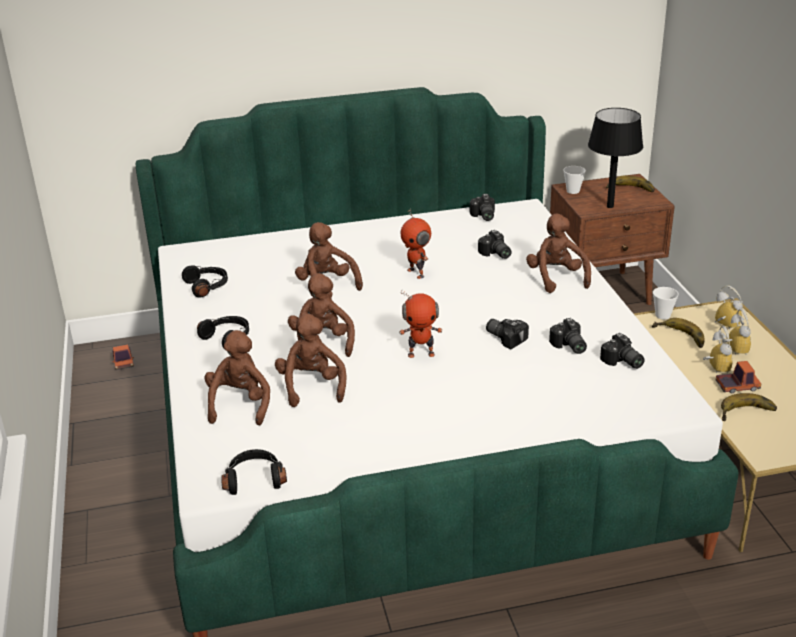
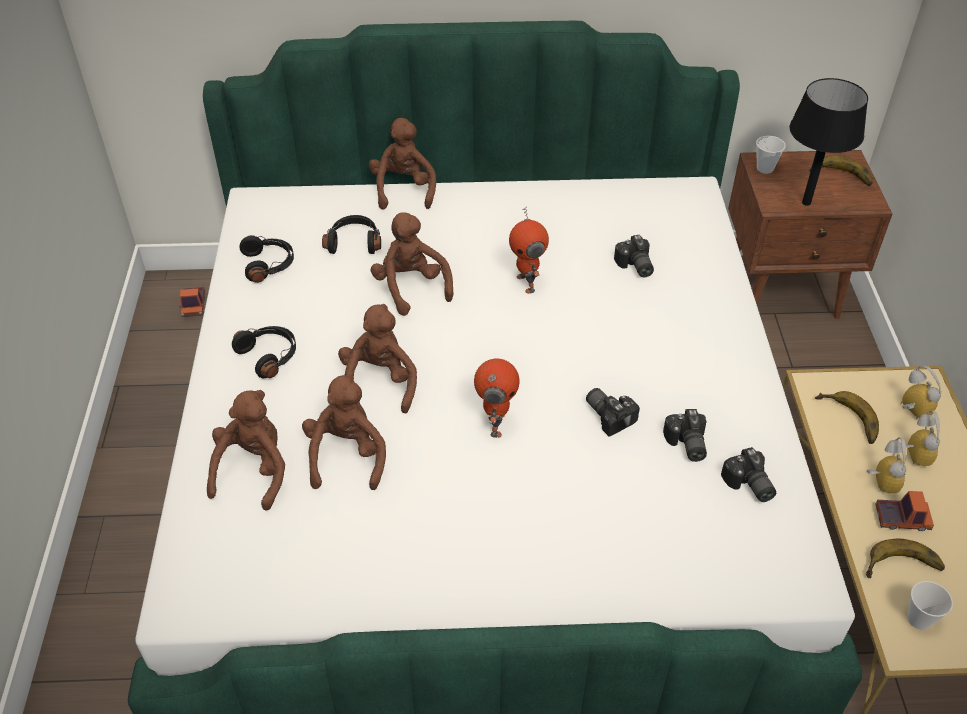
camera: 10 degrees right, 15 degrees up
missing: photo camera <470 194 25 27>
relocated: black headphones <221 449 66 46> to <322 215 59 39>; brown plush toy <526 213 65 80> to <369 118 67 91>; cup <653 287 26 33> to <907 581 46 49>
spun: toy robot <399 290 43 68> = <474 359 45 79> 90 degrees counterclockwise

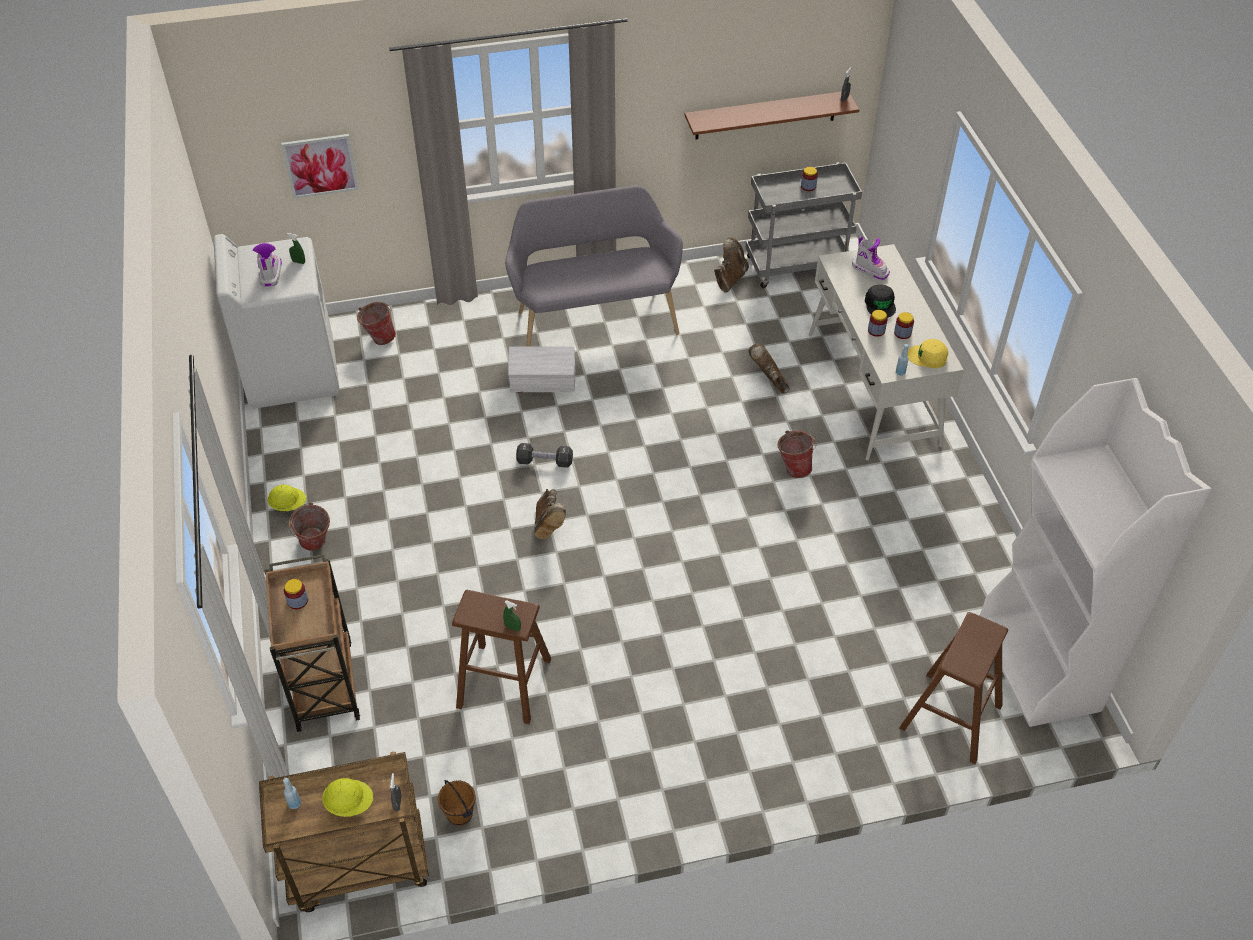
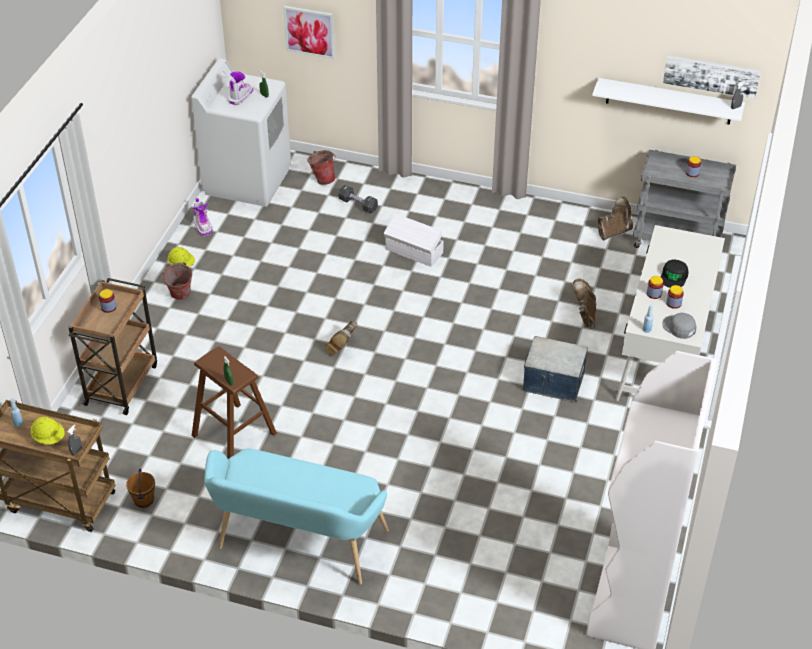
camera: 30 degrees right, 5 degrees down
missing: grey bench <505 185 178 162>; brown stool <899 612 109 152>
appeared: turquoise bench <204 448 185 137>; picture <663 55 98 44>
relocated: boot <852 236 38 44> to <193 198 19 38>; black dumbbell <516 443 57 25> to <338 185 40 28>
exchanged: bucket <777 430 40 48> to storage box <523 336 65 66>
colour: brown shelf <685 92 174 48> to white shelf <592 78 153 47>; yellow cap <907 339 41 29> to grey cap <662 313 34 26>

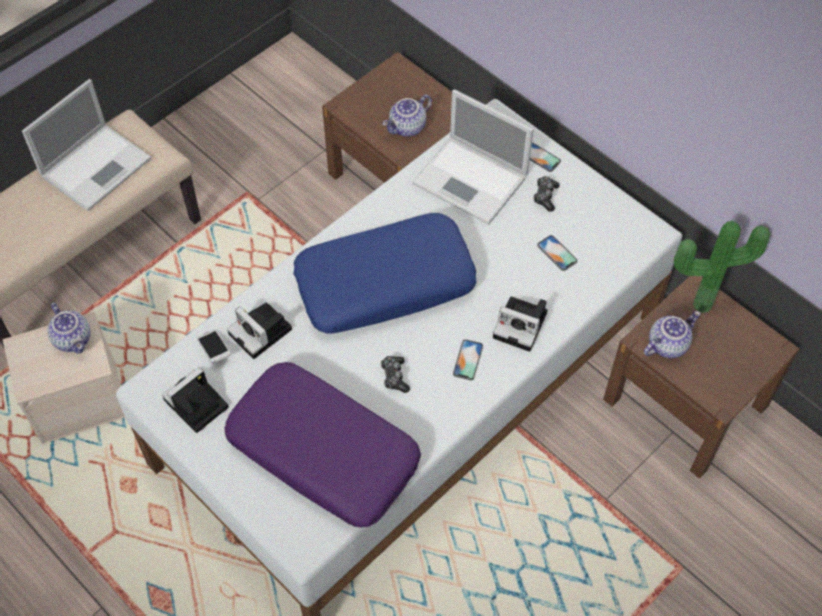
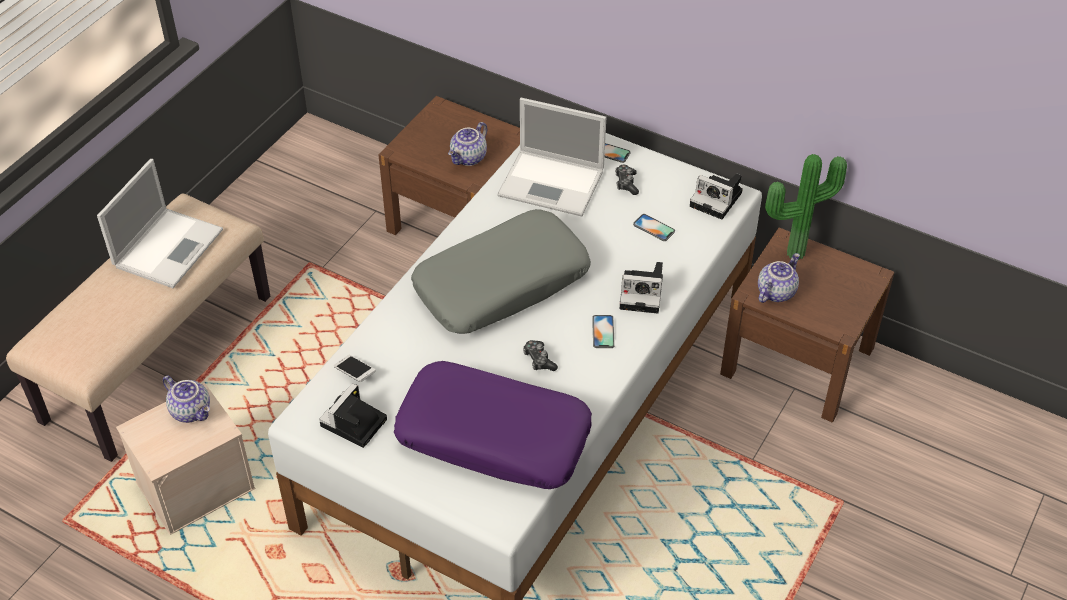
camera: 15 degrees left, 10 degrees down
relocated: photo camera <227 302 65 57> to <690 174 53 46>
colour: blue pillow <293 213 184 121> to grey pillow <411 209 180 125>

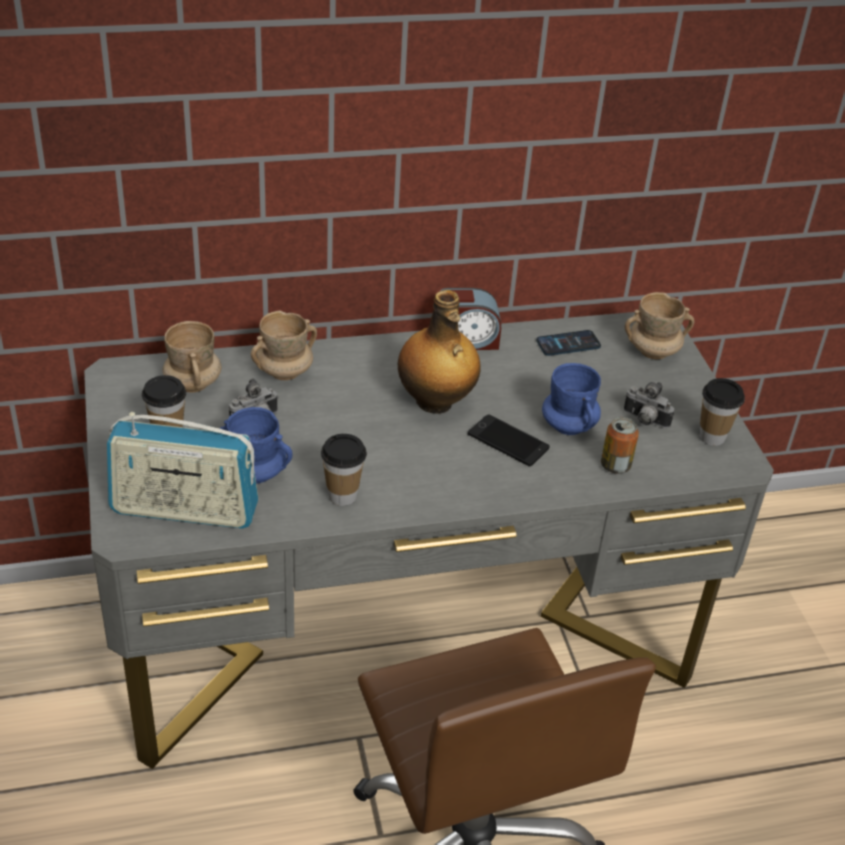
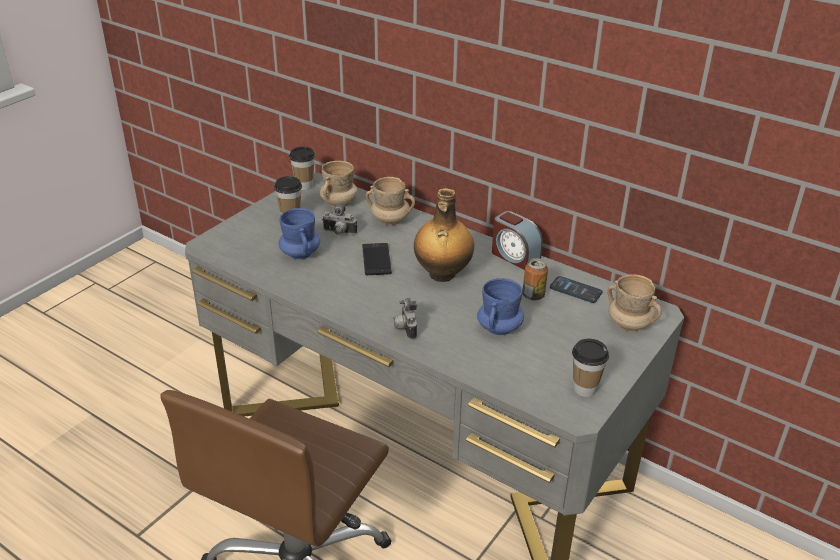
camera: 50 degrees right, 5 degrees down
missing: radio <107 412 151 117>
relocated: cup <321 434 46 72> to <289 147 26 43>; phone <468 414 82 52> to <362 243 30 32>; photo camera <624 382 50 46> to <394 298 23 42>; can <601 417 38 57> to <522 258 26 43>

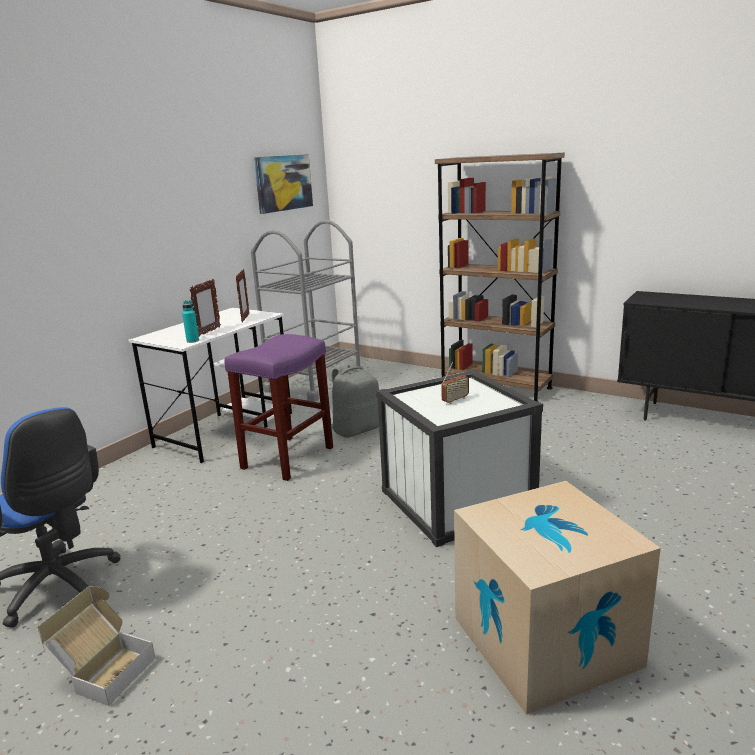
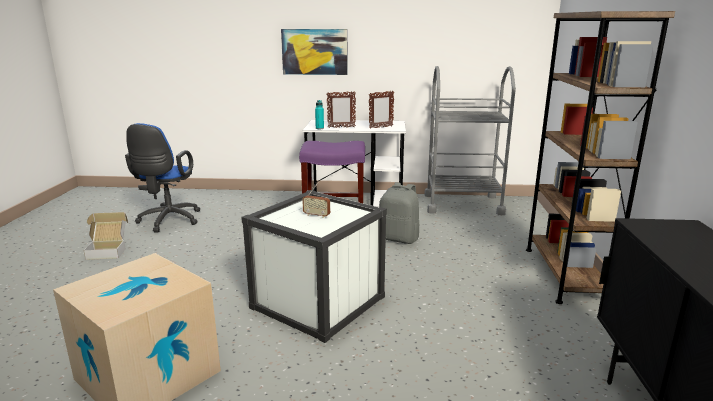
camera: 60 degrees right, 0 degrees up
relocated: picture <254 154 59 60> to <281 29 67 46>

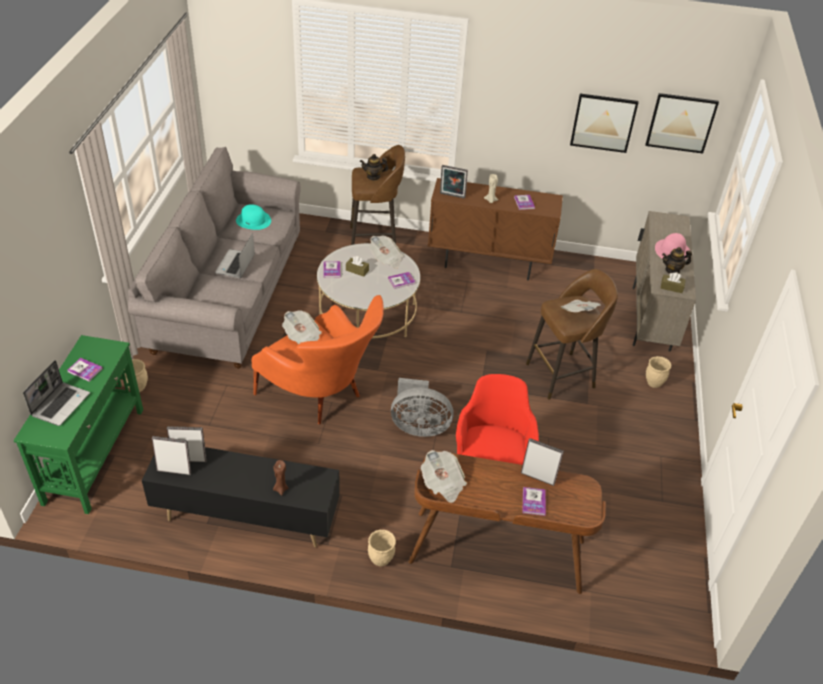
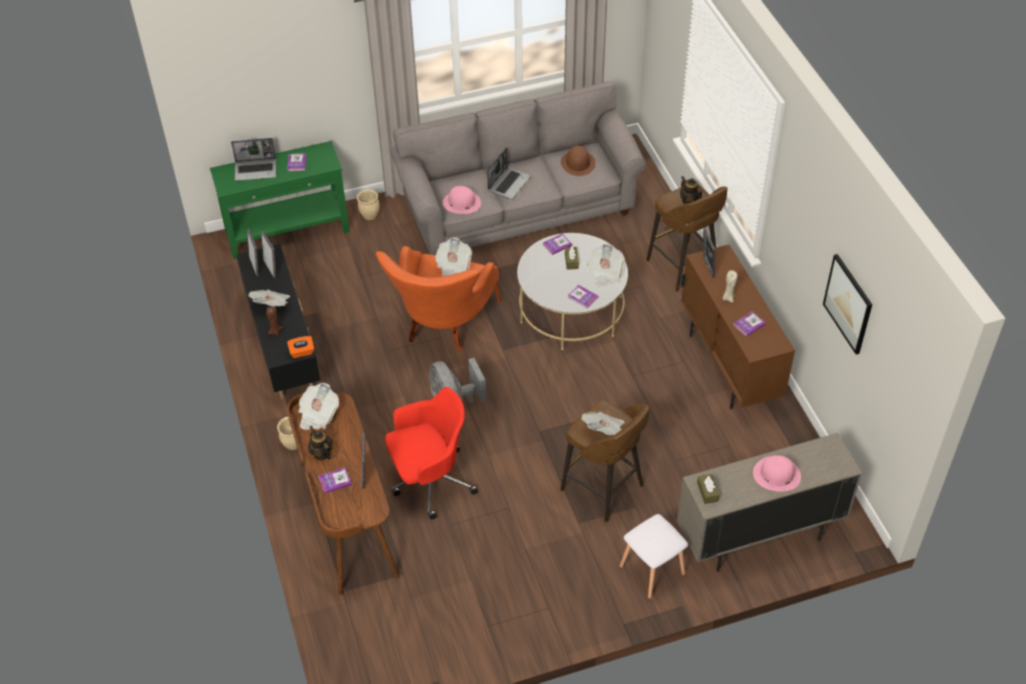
camera: 65 degrees right, 5 degrees up
missing: picture <645 93 74 61>
appeared: newspaper <248 290 42 16>; orange tissue box <287 336 27 22>; pink hat <443 186 38 28>
relocated: teapot <662 247 30 27> to <308 426 25 34>
exchanged: beige planter <646 356 26 32> to white stool <620 514 68 85>
colour: turquoise hat <236 204 35 26> to brown hat <561 146 35 30>
spun: laptop <215 233 40 45> = <487 147 44 52> 135 degrees clockwise

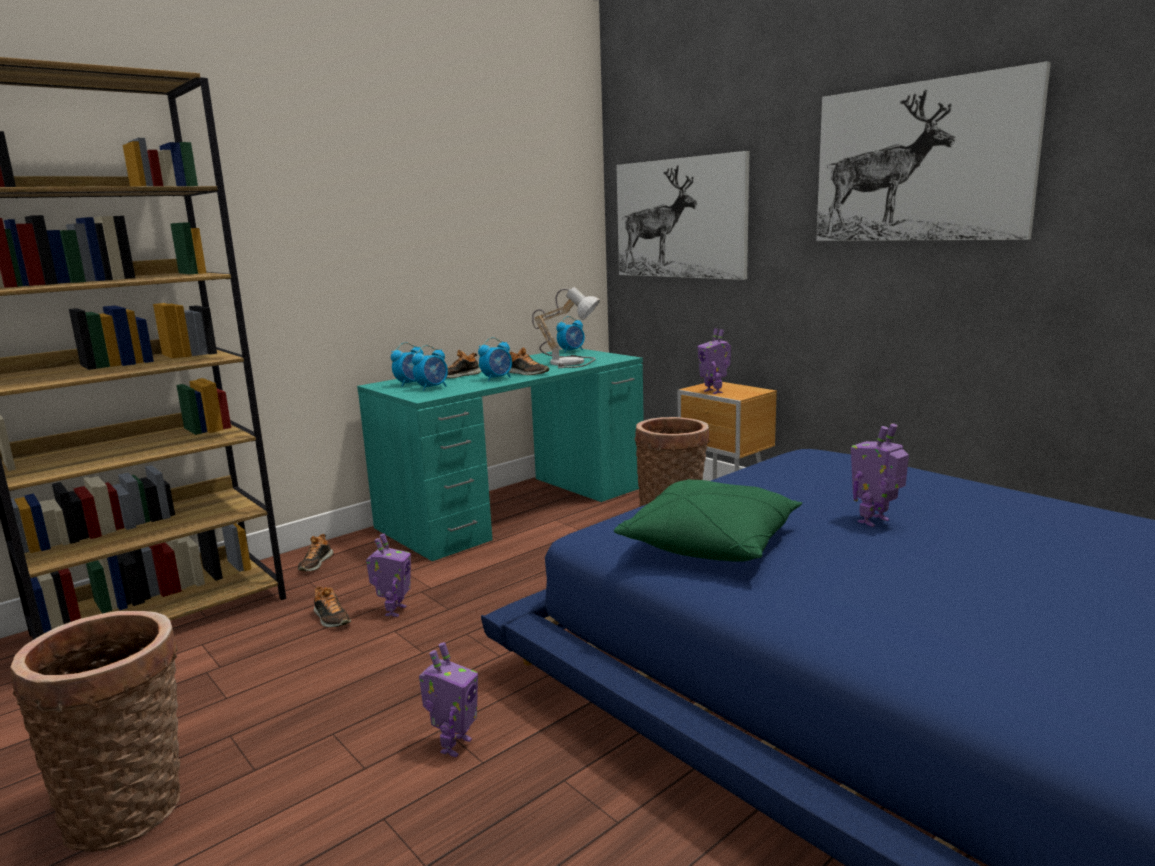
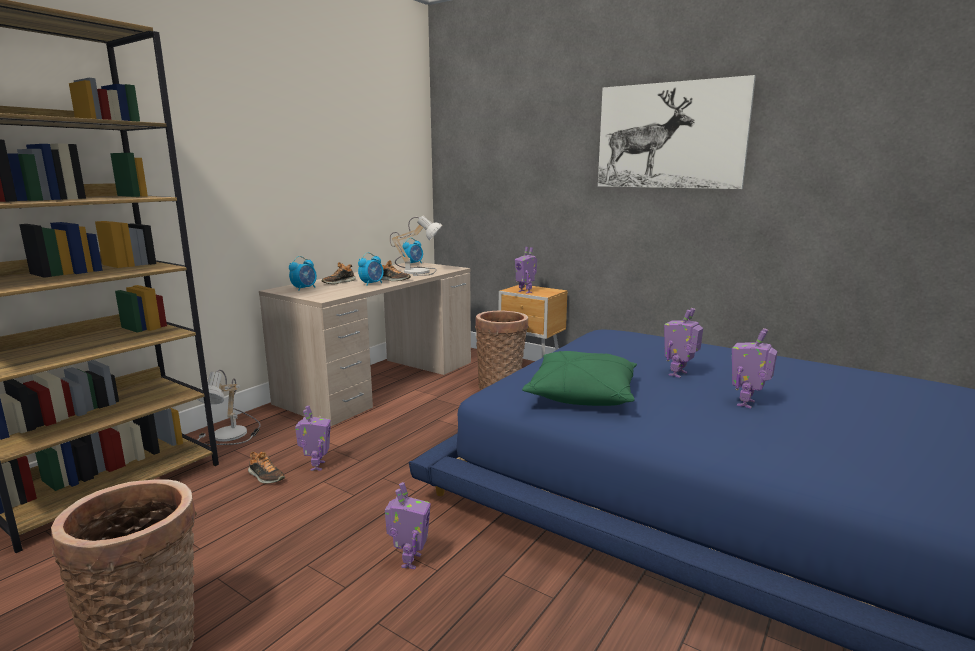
camera: 15 degrees left, 0 degrees up
missing: alarm clock <412 345 36 46>; picture <616 151 134 129>
appeared: toy robot <732 328 46 80>
exchanged: shoe <298 534 35 37> to table lamp <197 370 64 75>
colour: turquoise desk <357 348 287 213> to beige desk <259 262 212 164>

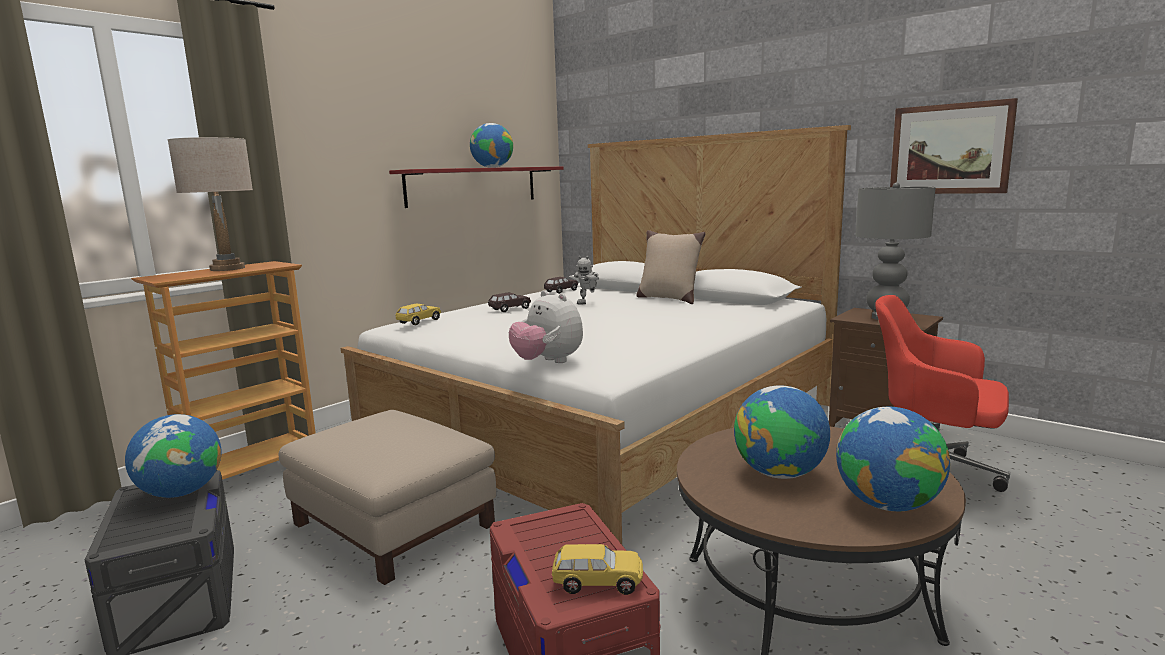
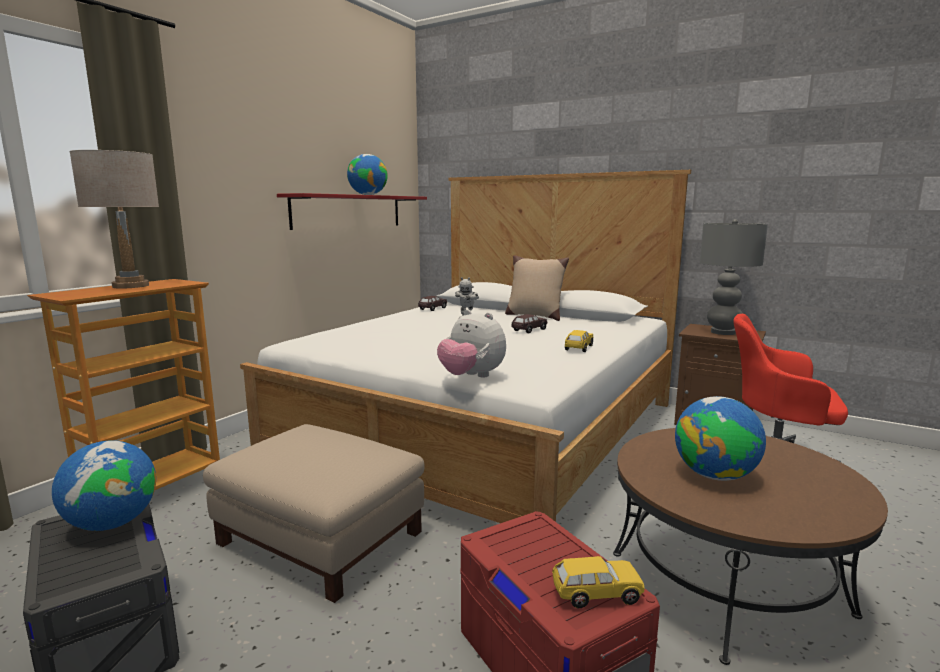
camera: 10 degrees left, 0 degrees up
missing: globe <836 406 114 105>; picture <890 98 128 96>
relocated: brown toy car <488 293 43 19> to <512 314 35 19>; yellow toy car <395 304 46 21> to <565 330 28 22>

